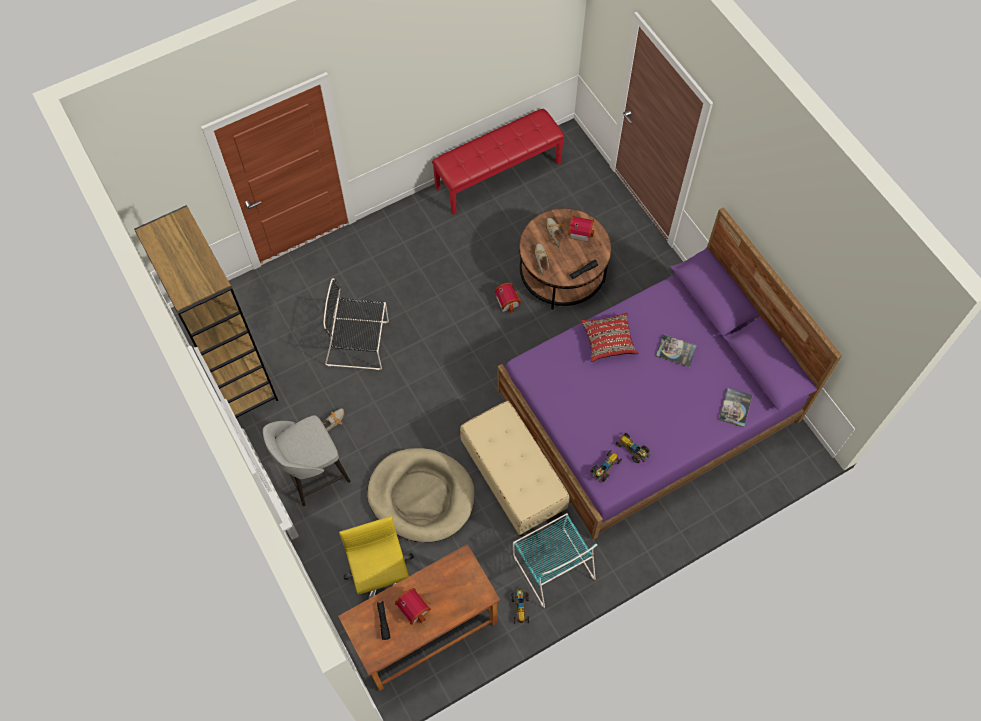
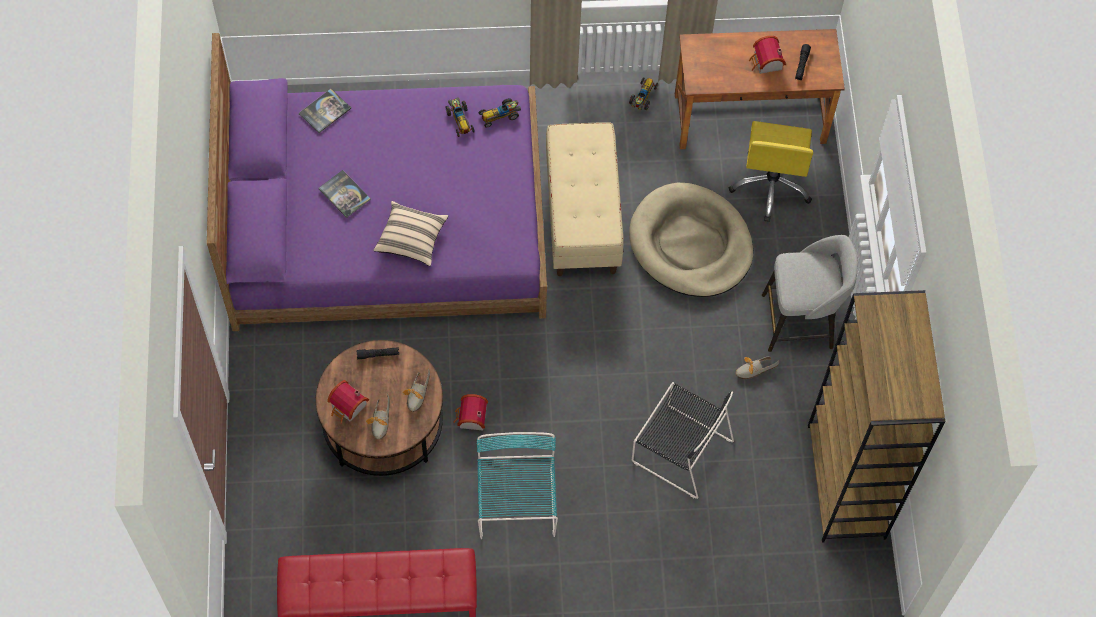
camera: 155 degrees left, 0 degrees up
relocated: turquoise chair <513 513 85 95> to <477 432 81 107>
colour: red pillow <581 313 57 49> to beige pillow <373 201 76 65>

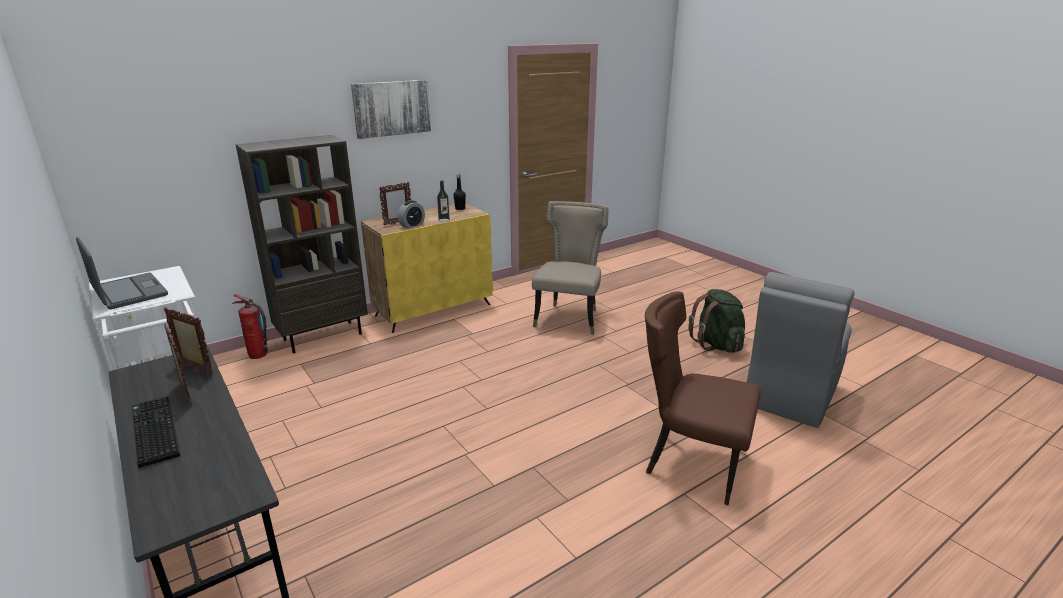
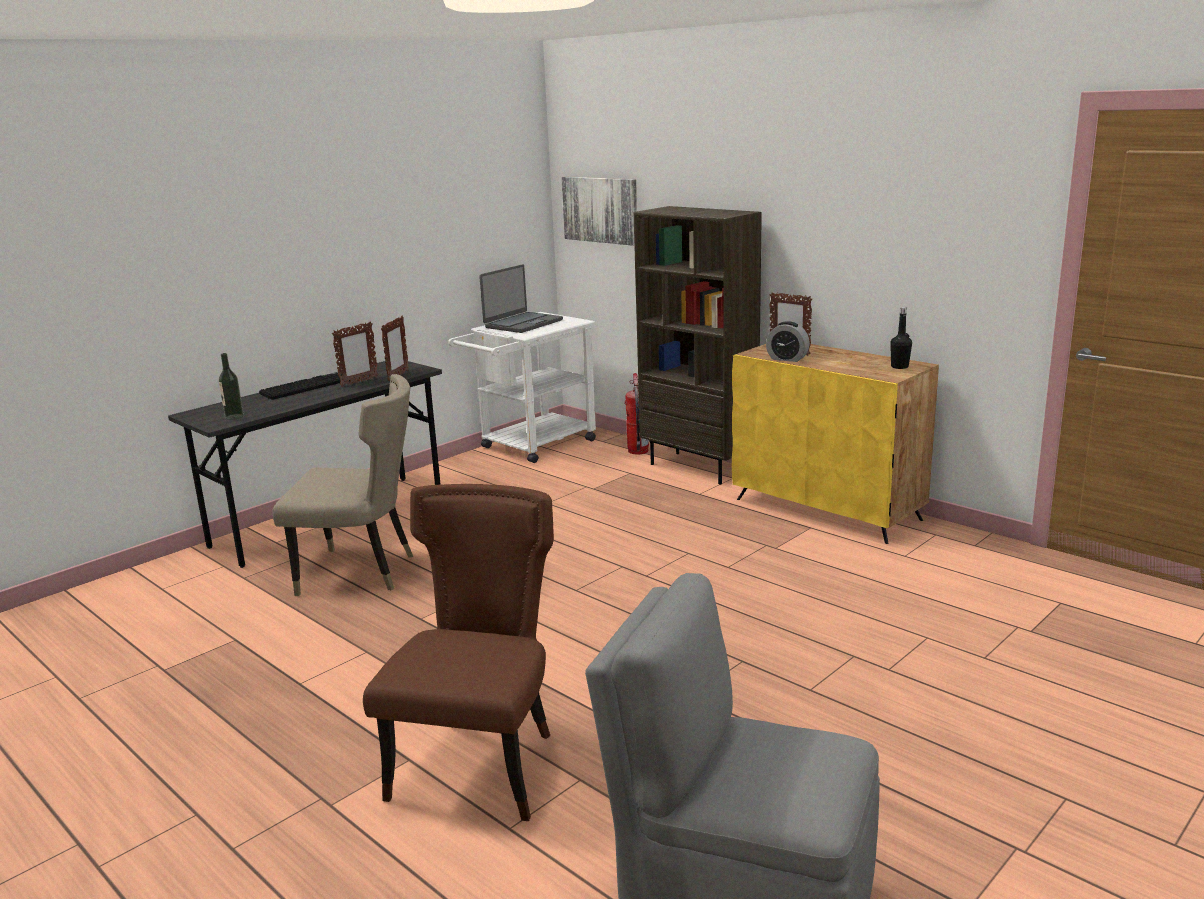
camera: 80 degrees right, 5 degrees down
missing: green backpack <688 289 57 64>
relocated: bottle <437 180 13 42> to <219 353 25 67>; beige chair <532 201 77 134> to <272 374 141 222>; picture <351 80 80 59> to <561 177 76 69>

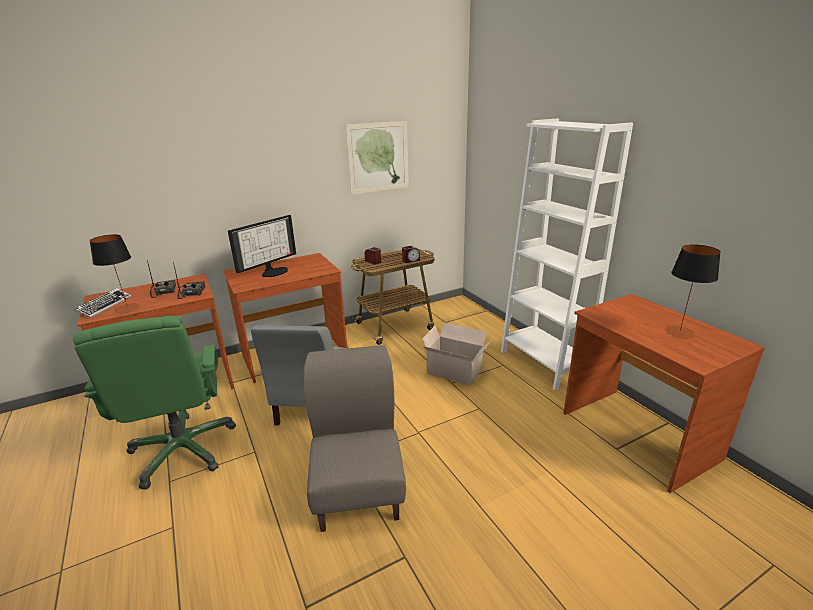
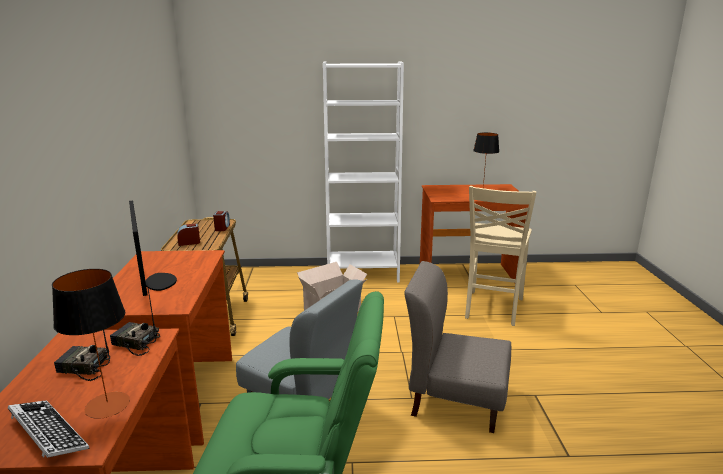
camera: 65 degrees left, 5 degrees down
missing: picture <345 121 64 74>
appeared: beige chair <465 186 71 140>

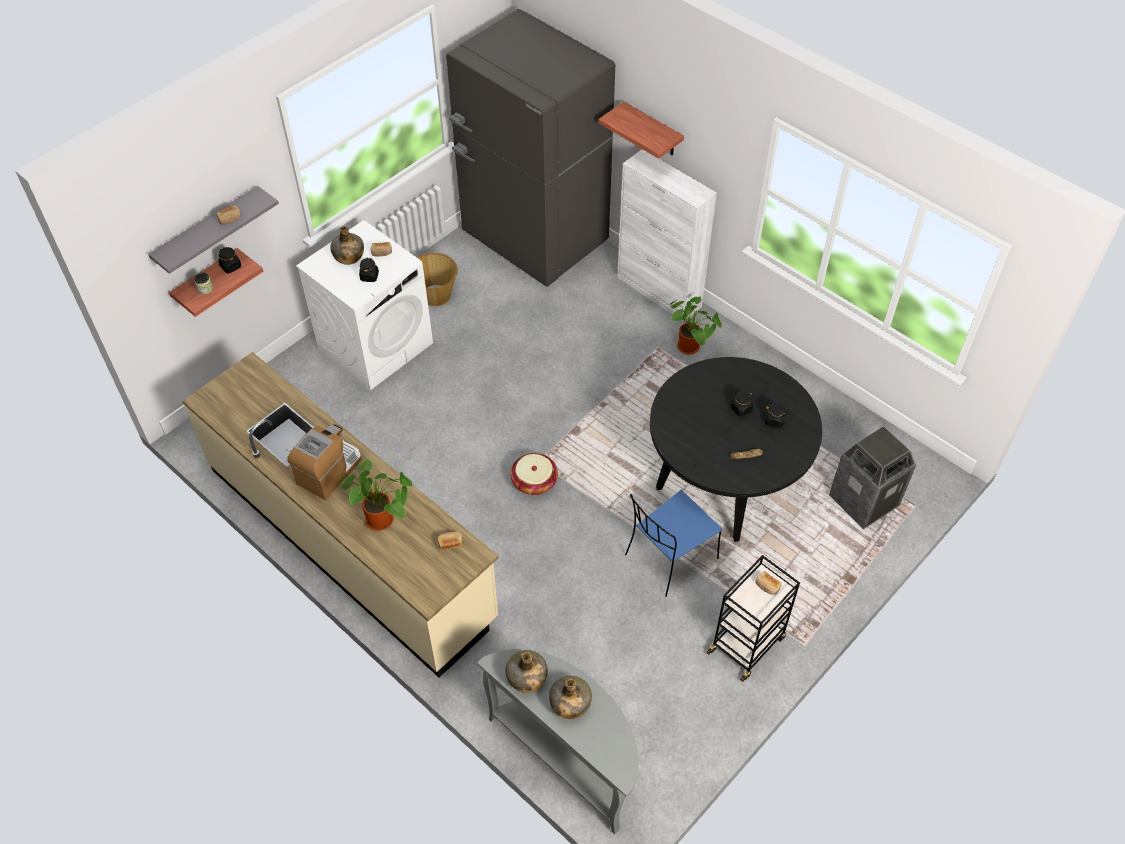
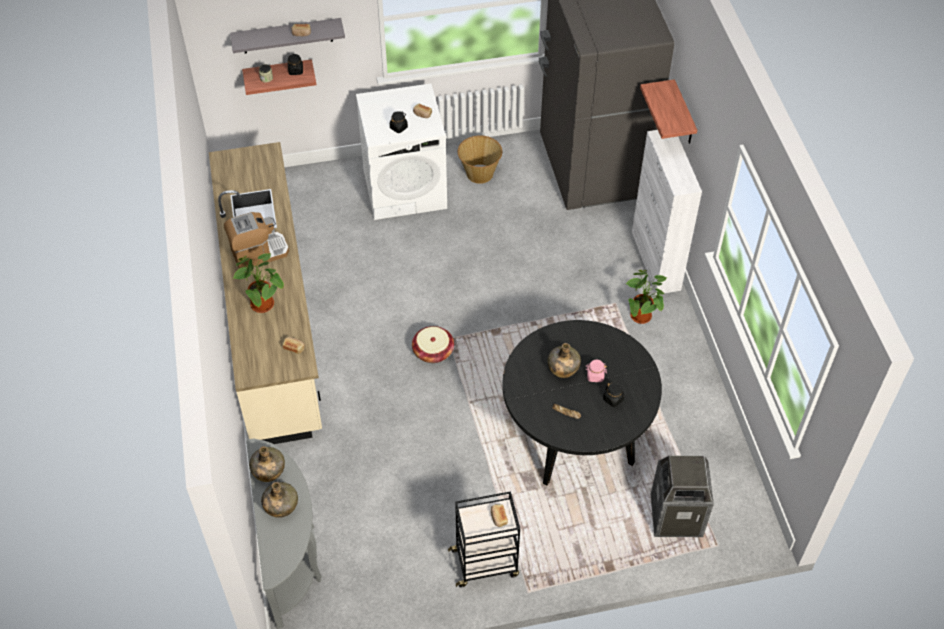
camera: 35 degrees right, 0 degrees up
missing: blue chair <625 490 97 107>
relocated: green bottle <330 226 34 39> to <548 343 33 35>
colour: black jar <731 391 22 26> to pink jar <585 360 22 22>

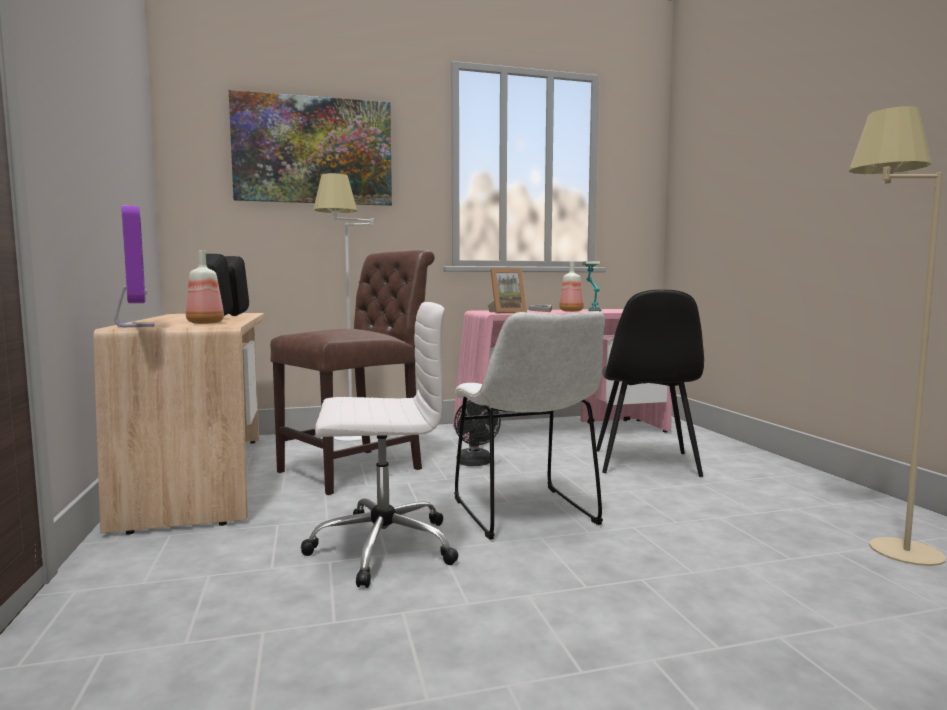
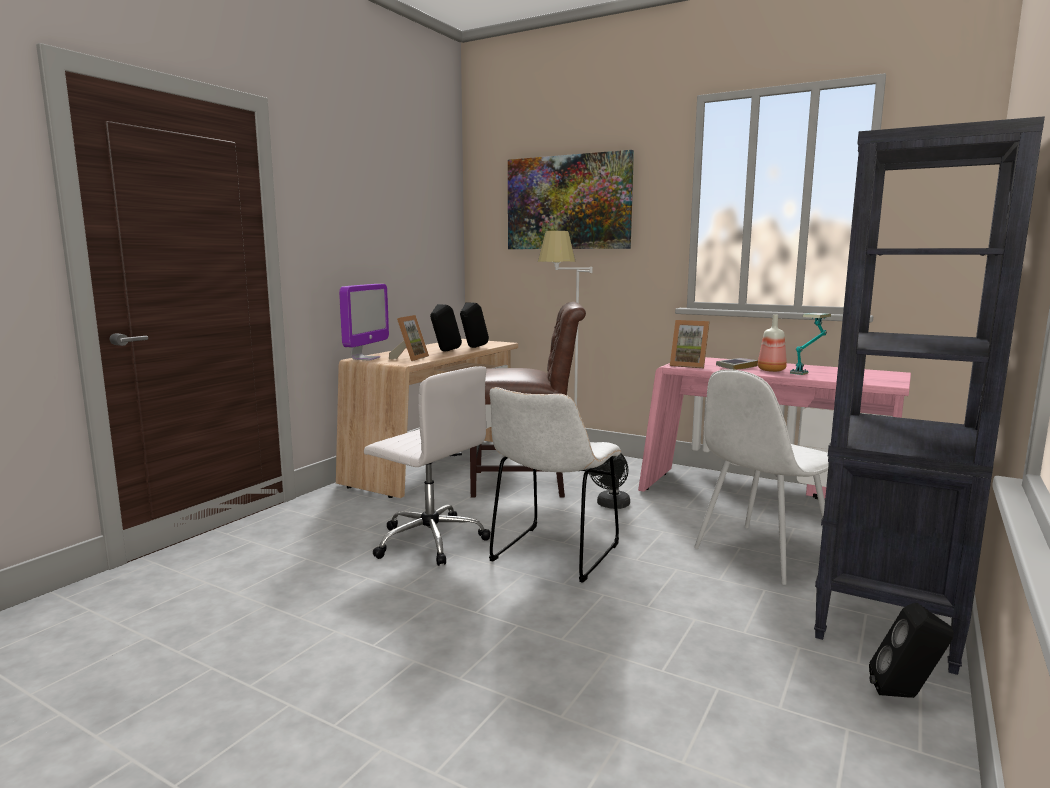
camera: 45 degrees right, 5 degrees up
missing: beige floor lamp <849 106 97 460>
appeared: black bookcase <814 116 231 559>; black speaker <869 603 85 95>
exchanged: bottle <186 250 38 74> to picture frame <389 315 40 46>
colour: black chair <596 289 108 188> to white chair <694 369 135 216>

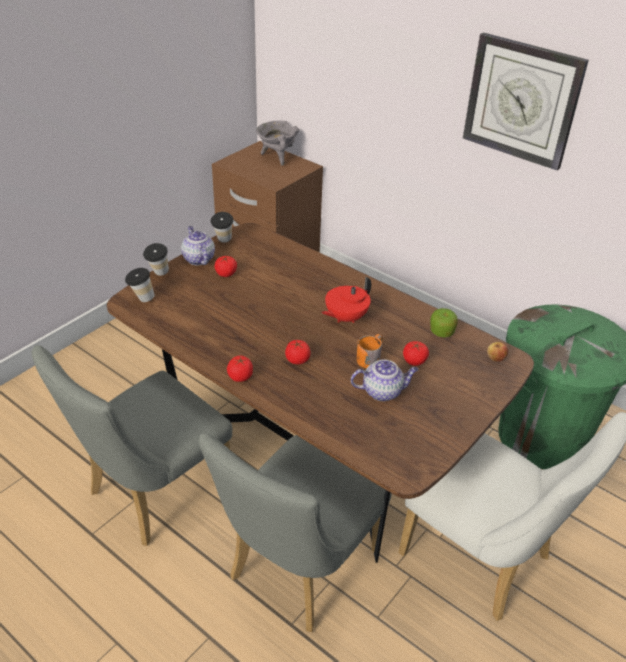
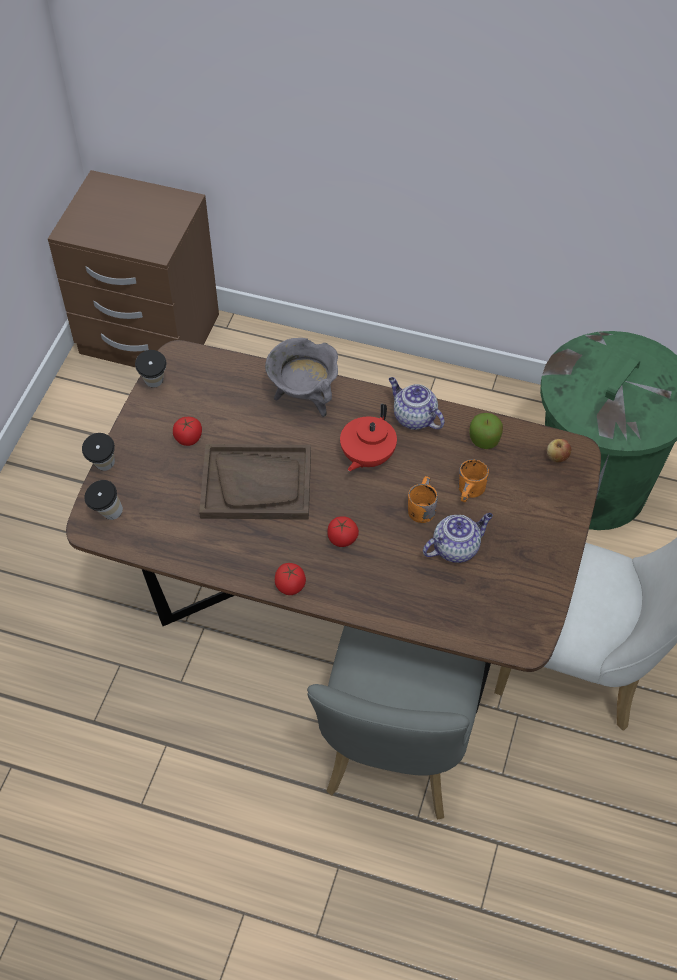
camera: 20 degrees left, 15 degrees up
missing: grey chair <32 345 200 201>; wall clock <463 32 126 139>
appeared: brown tray <199 444 112 76>
relocated: grey cooking pot <256 121 44 45> to <265 338 73 79>; teapot <181 226 34 39> to <389 377 56 53>
exchanged: tomato <403 341 26 25> to orange mug <458 459 31 43>

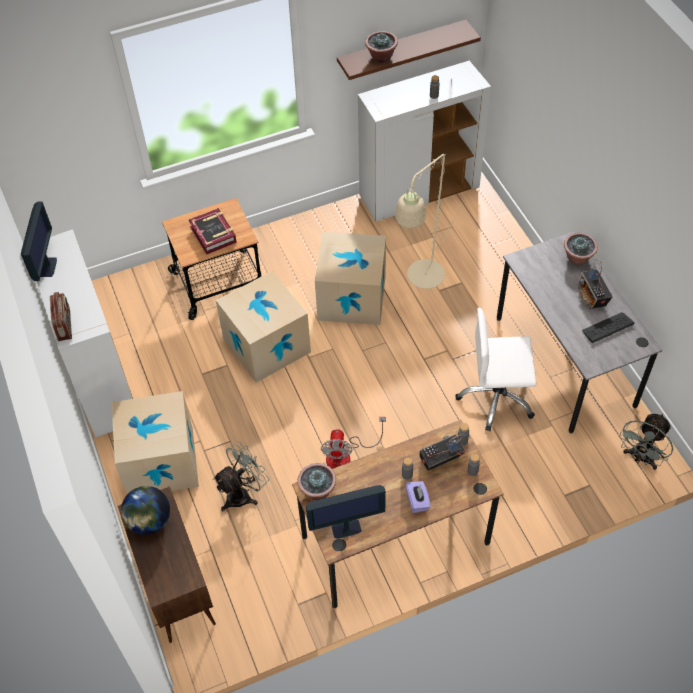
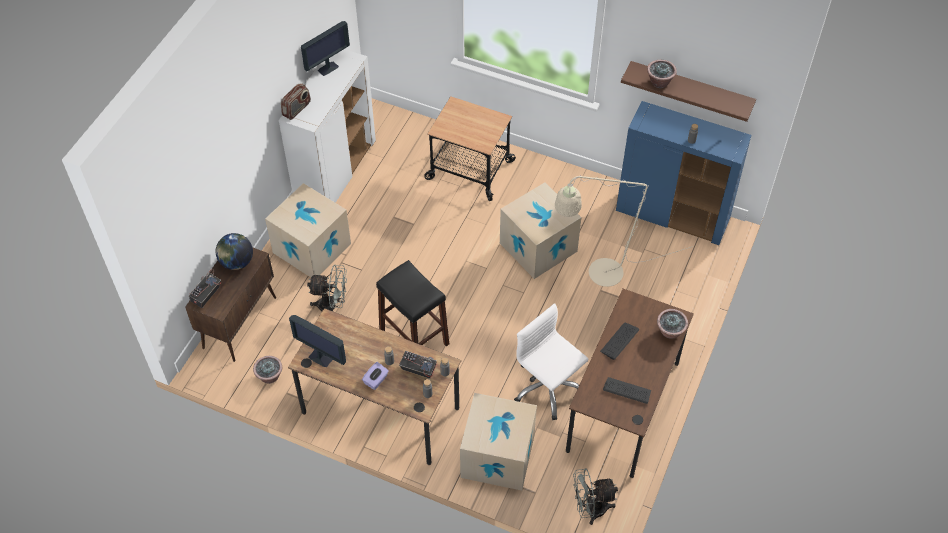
camera: 45 degrees right, 0 degrees up
missing: book <189 208 48 46>
appeared: keyboard <600 323 39 37>
relocated: radio <578 259 35 50> to <189 269 32 39>; potted plant <297 463 39 37> to <253 356 29 28>; cardboard box <216 271 95 112> to <460 393 77 98>
exchanged: fan <321 417 65 52> to black stool <376 260 73 86>
colour: grey desk <496 231 166 202> to brown desk <566 289 128 189>; white cabinet <358 61 133 161> to blue cabinet <616 101 135 144>

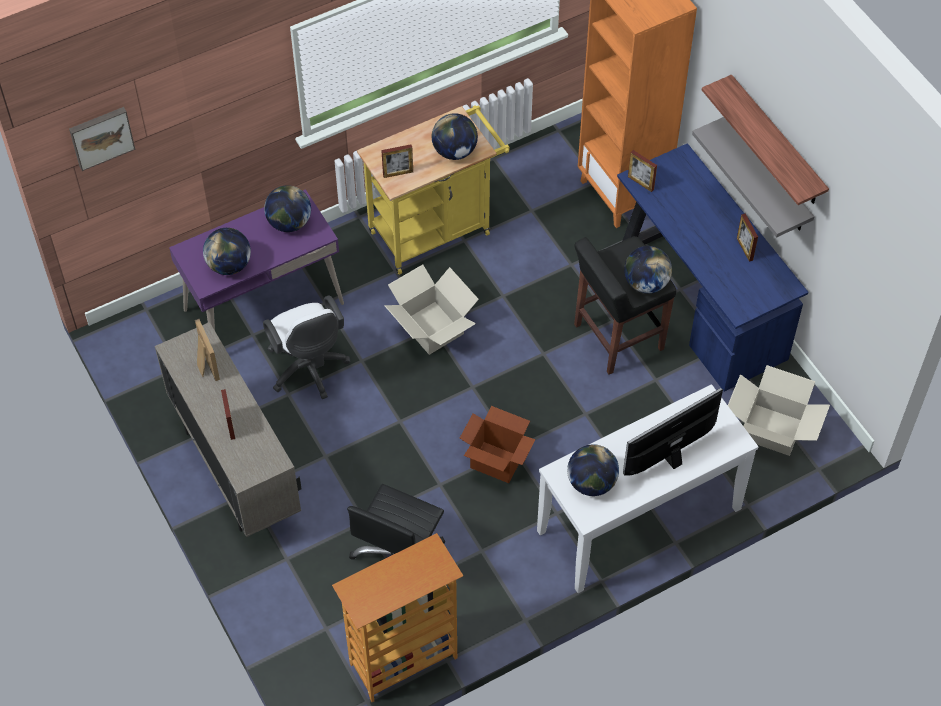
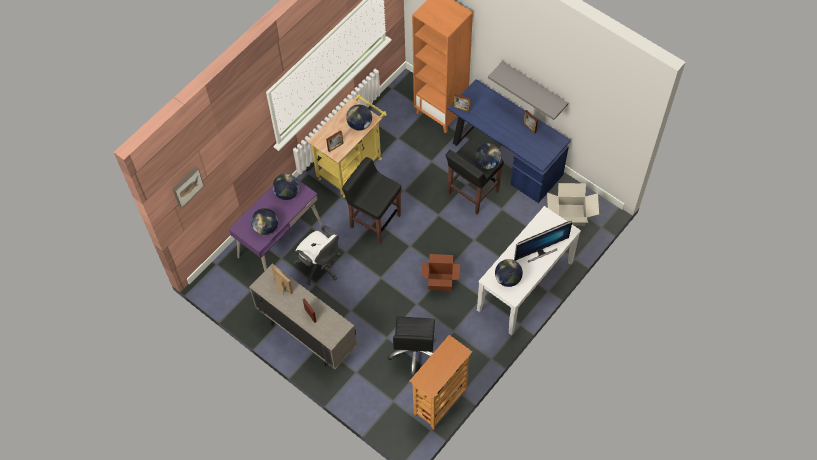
camera: 20 degrees left, 5 degrees up
missing: shelf <702 75 127 130>
exchanged: cardboard box <385 264 94 91> to black stool <342 157 59 87>
spun: monitor <623 388 100 88> = <514 221 58 41> 150 degrees counterclockwise

